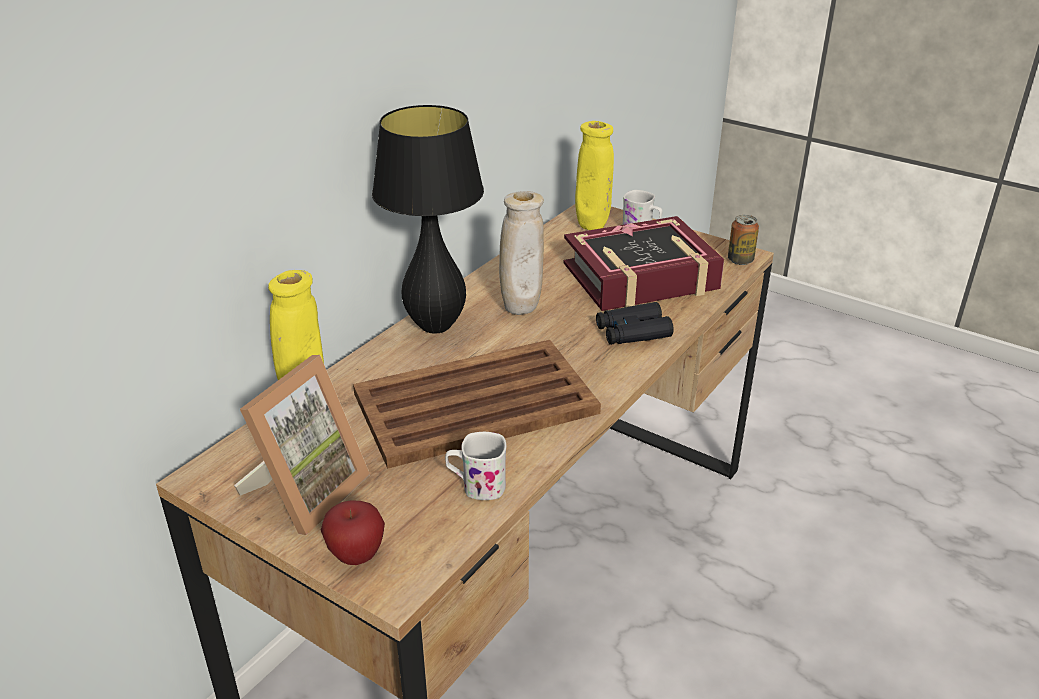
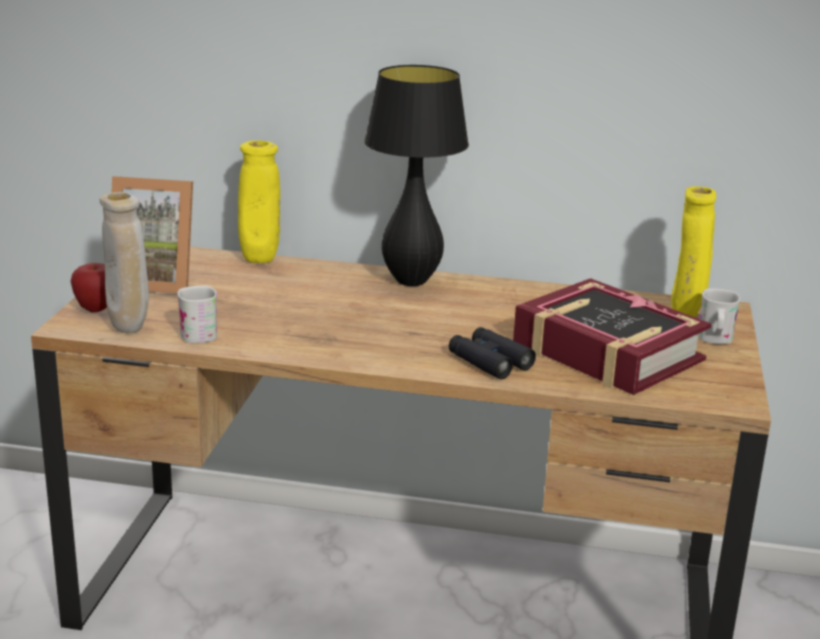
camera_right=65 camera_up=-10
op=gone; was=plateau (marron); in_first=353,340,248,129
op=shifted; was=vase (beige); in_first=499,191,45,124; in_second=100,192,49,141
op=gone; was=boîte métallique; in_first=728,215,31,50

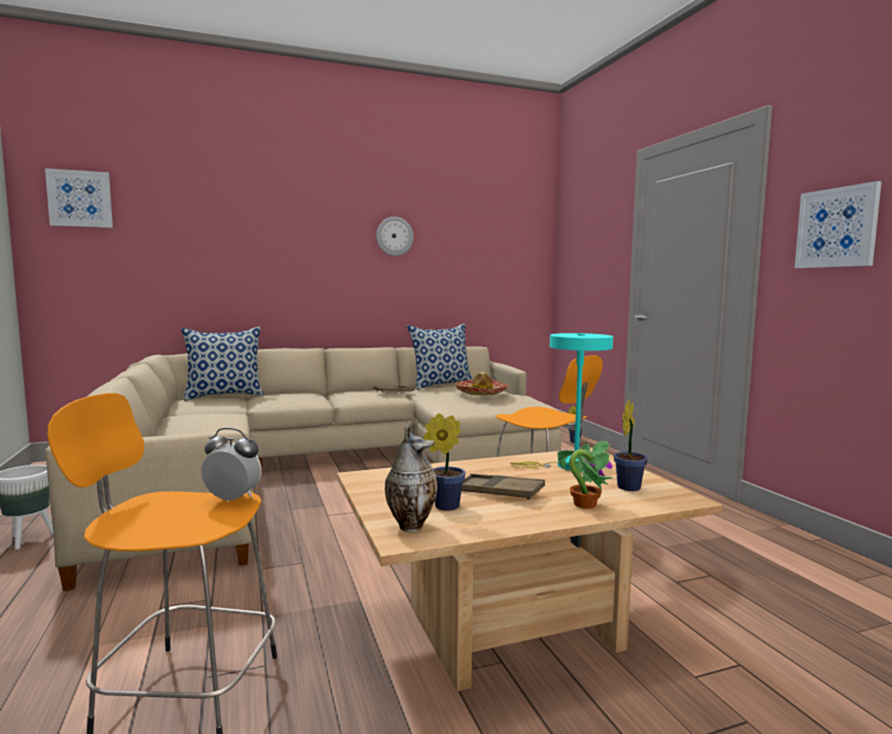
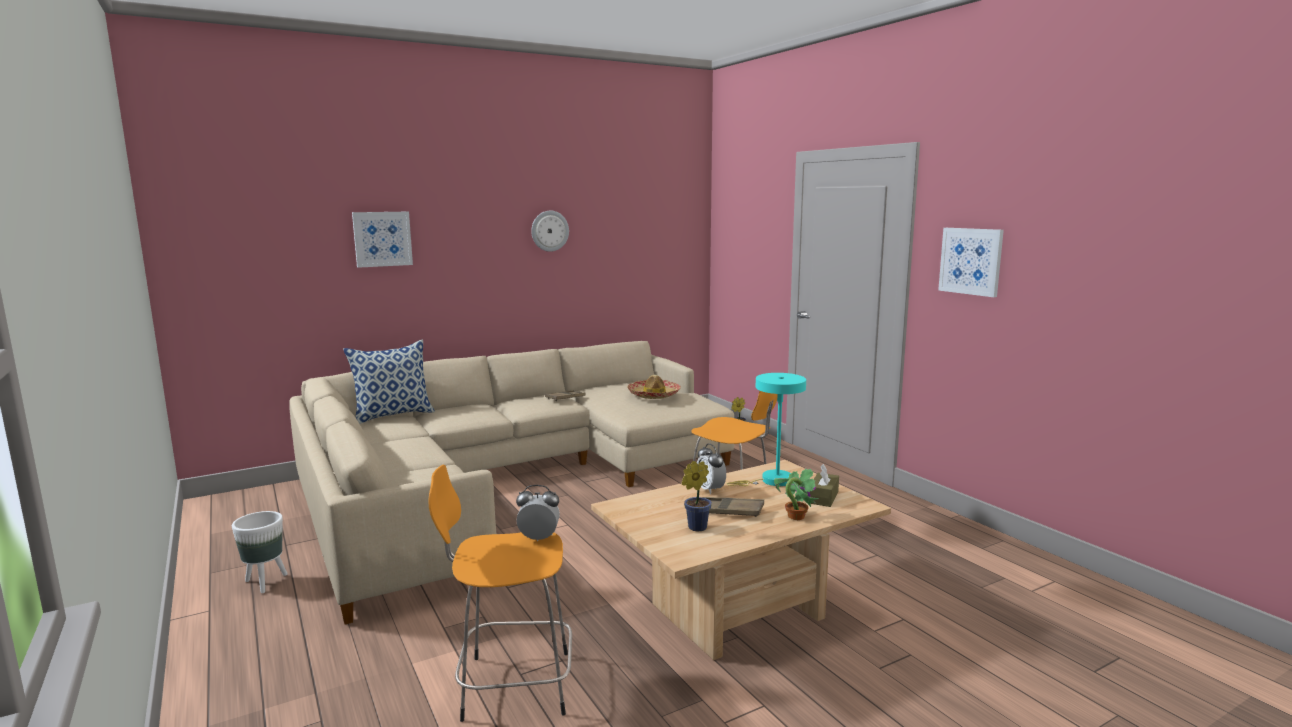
camera_right=-10 camera_up=5
op=shifted; was=tableau; in_first=45,168,68,60; in_second=352,212,61,56
op=gone; was=vase; in_first=385,422,52,111
op=gone; was=coussin; in_first=407,324,66,66
op=swapped; was=plante en pot; now=boîte à mouchoirs (marron); in_first=613,400,35,91; in_second=810,464,29,43
op=new; now=réveil; in_second=697,444,29,50

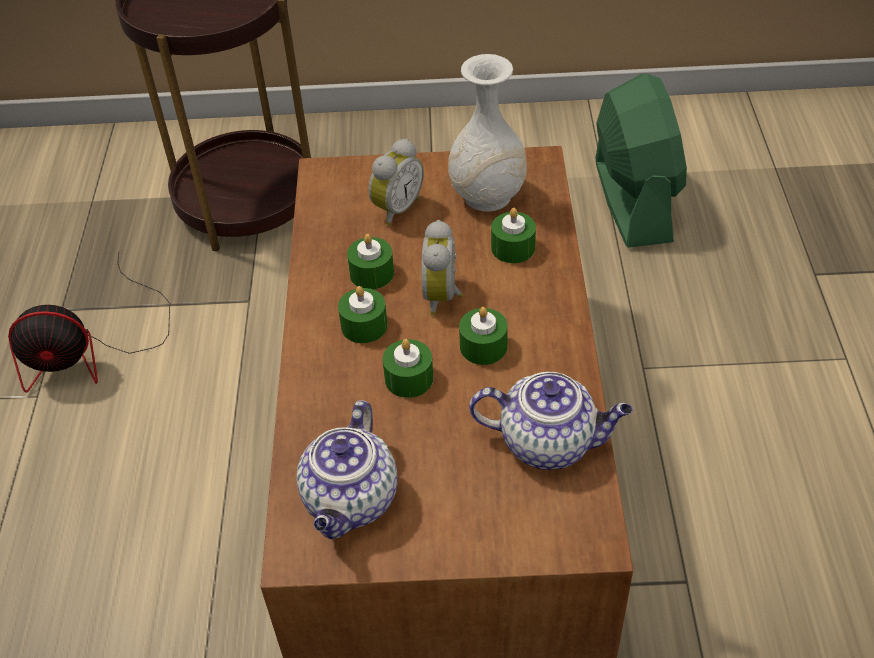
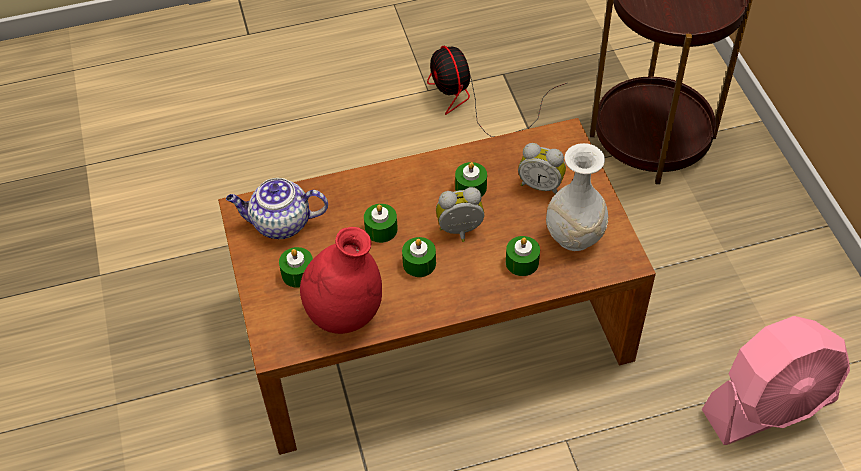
camera_right=75 camera_up=5
op=shifted; was=bougie (vert); in_first=338,286,50,57; in_second=279,247,34,40
op=swapped; was=théière; now=vase (rouge); in_first=469,372,164,98; in_second=300,227,82,107
op=repainted; was=ventilateur (vert); now=ventilateur (rose); in_first=595,74,92,174; in_second=702,316,148,129

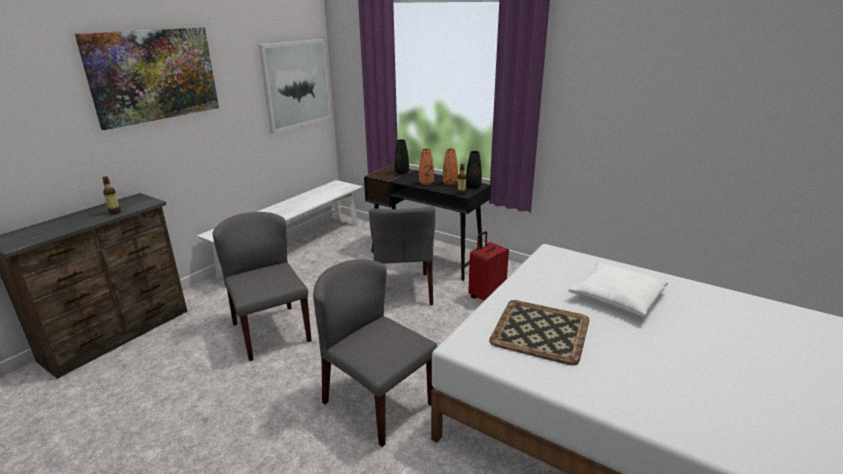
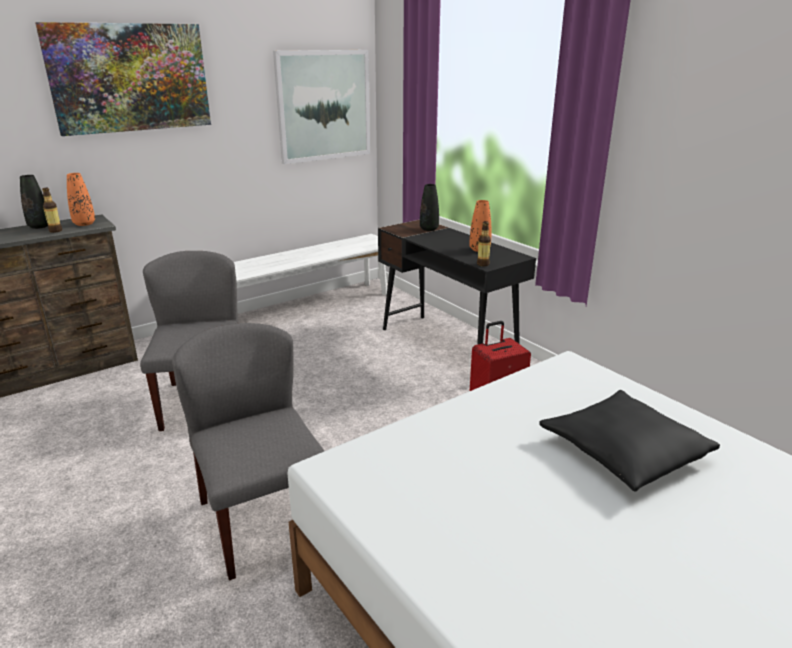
camera_right=20 camera_up=0
op=gone; was=chaise (gris); in_first=369,206,66,99
op=shifted; was=vase (orange); in_first=419,148,15,37; in_second=67,173,28,53
op=shifted; was=vase (noir); in_first=466,151,16,37; in_second=20,175,28,54
op=gone; was=plateau; in_first=489,300,100,65
op=repainted; was=coussin (blanc); now=coussin (noir); in_first=568,262,100,55; in_second=539,390,181,101

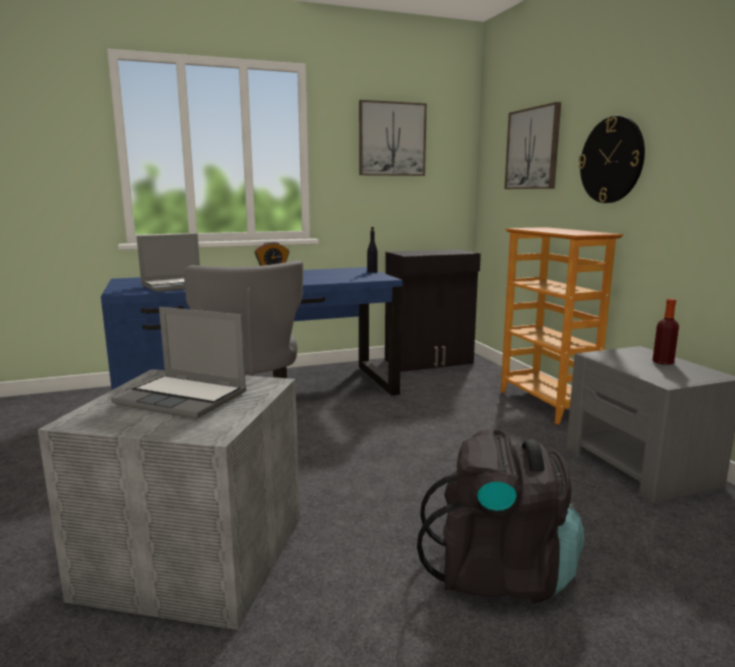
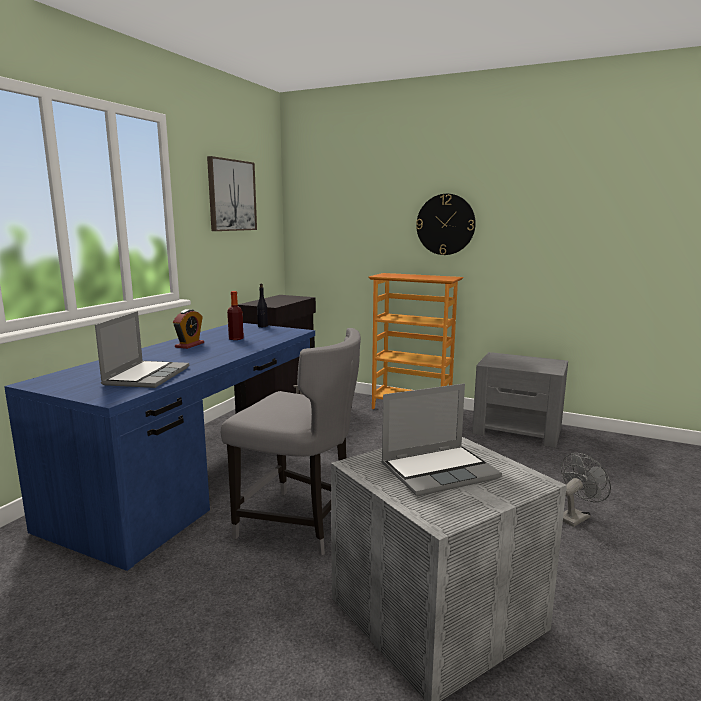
camera_right=-45 camera_up=0
op=swapped; was=sac à dos (noir); now=ventilateur (gris); in_first=417,429,167,174; in_second=561,453,50,74
op=gone; was=tableau; in_first=504,102,57,87
op=shifted; was=bouteille; in_first=653,299,26,66; in_second=227,291,17,49

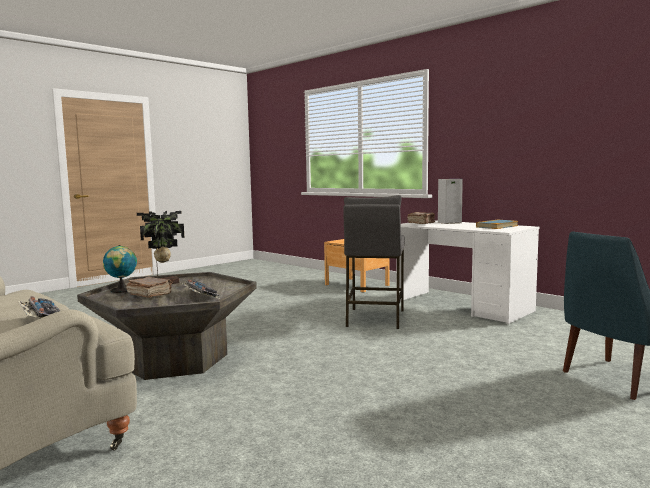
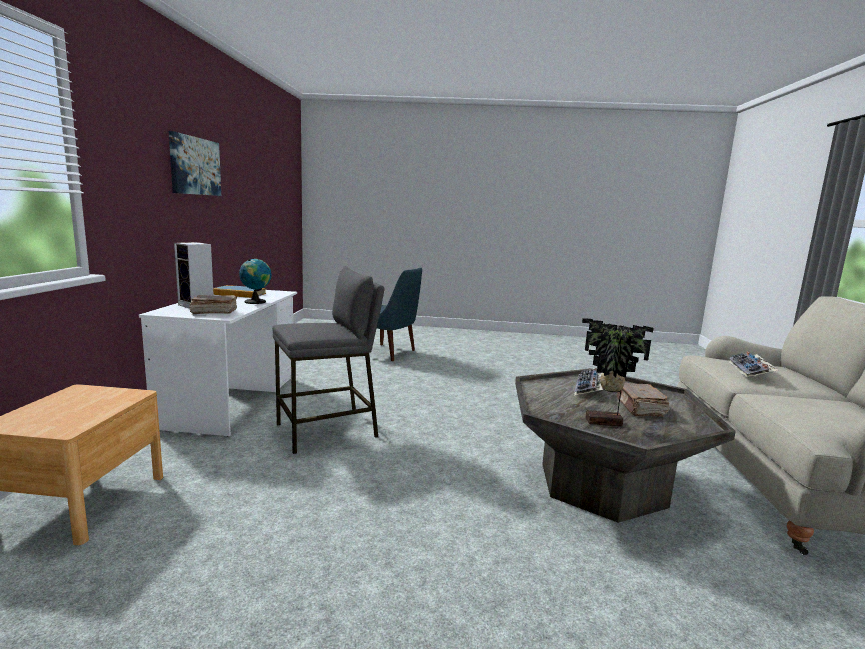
camera_right=-130 camera_up=5
op=shifted; was=globe; in_first=103,245,34,48; in_second=239,259,32,45
op=new; now=tableau; in_second=169,131,52,65

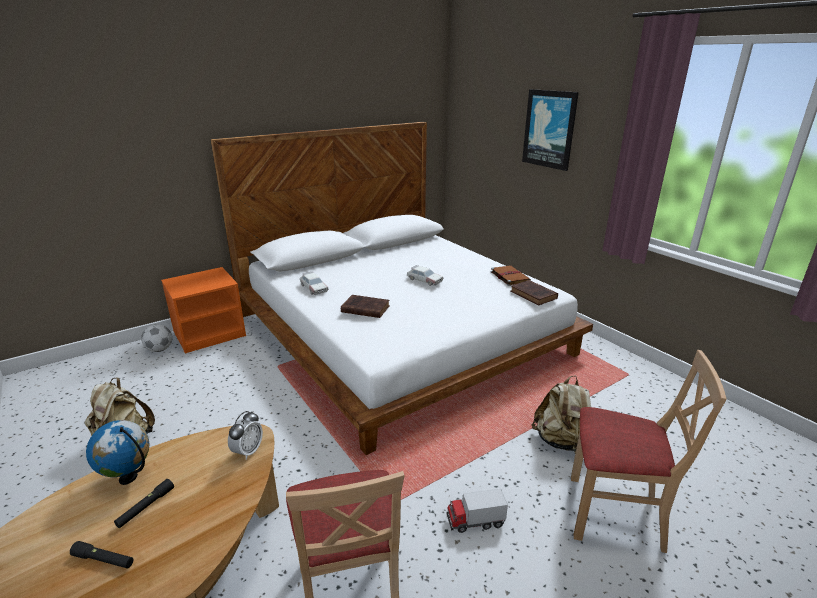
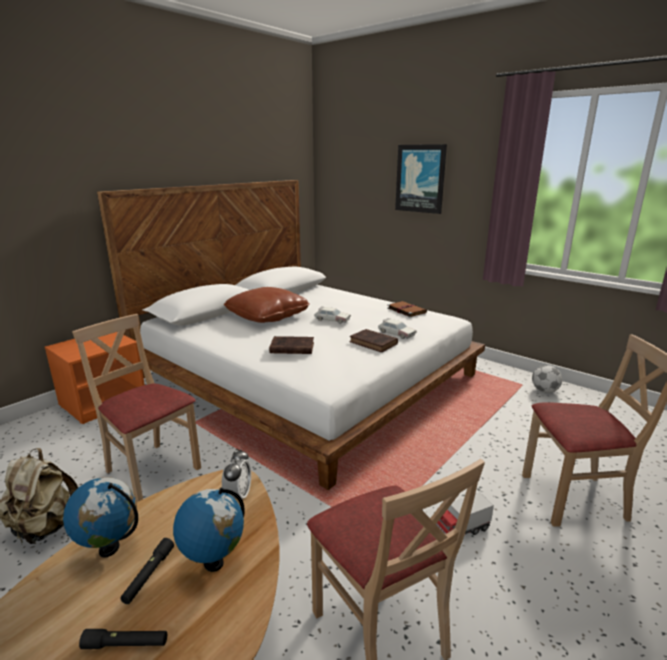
camera_right=-15 camera_up=-5
op=shifted; was=ballon de foot; in_first=141,324,31,28; in_second=532,365,30,28
op=shifted; was=petite voiture; in_first=300,272,29,23; in_second=378,318,39,21
op=shifted; was=livre (marron); in_first=511,280,47,25; in_second=350,329,48,23
op=gone; was=sac à dos (beige); in_first=531,375,60,80
op=new; now=chaise (beige); in_second=72,314,129,189
op=new; now=globe; in_second=173,488,72,84
op=new; now=coussin (marron); in_second=224,287,86,36

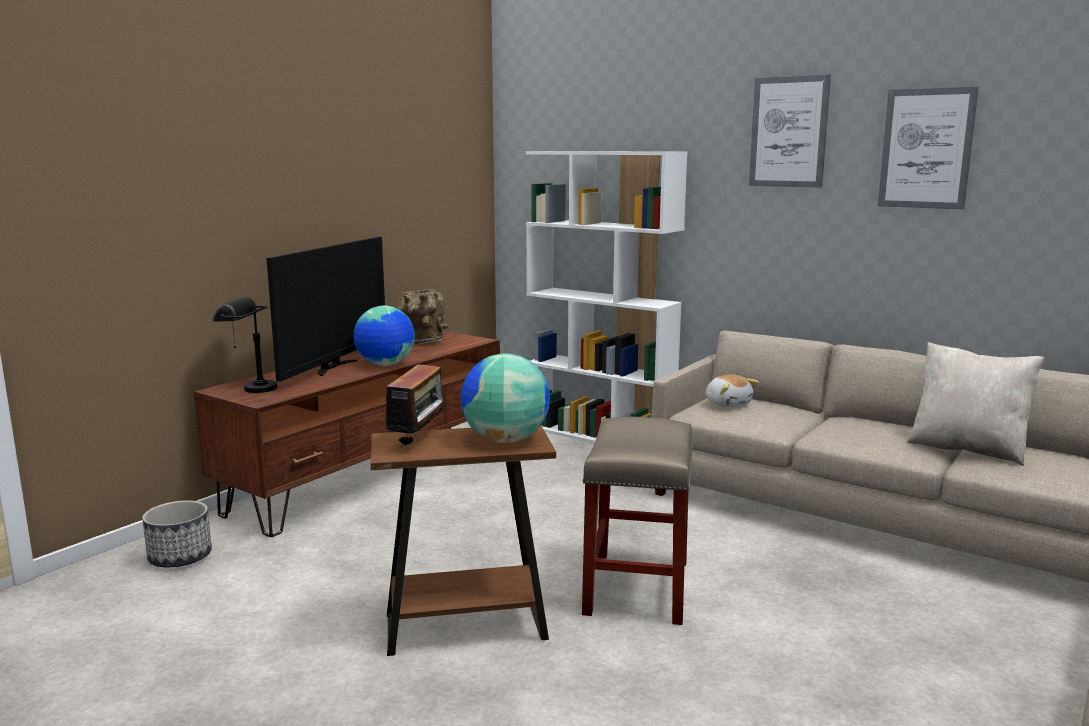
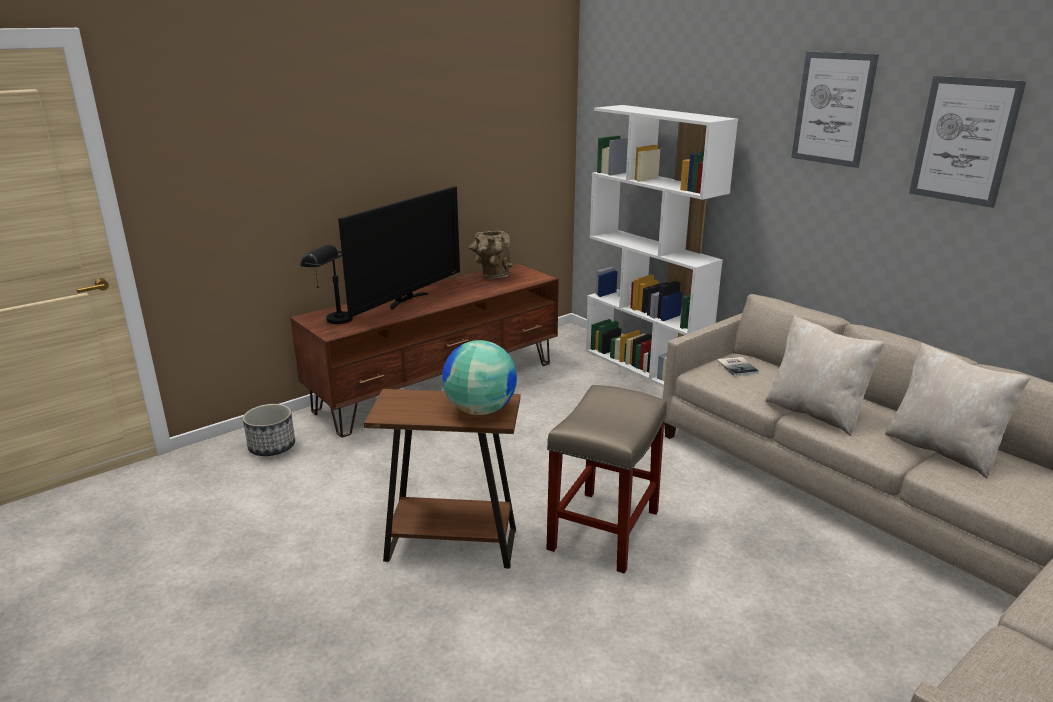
camera_right=15 camera_up=10
op=gone; was=globe; in_first=354,306,61,60
op=gone; was=radio; in_first=386,361,64,86
op=swapped; was=peluche; now=livre; in_first=706,374,53,33; in_second=717,357,42,19
op=new; now=coussin (beige); in_second=765,315,120,121

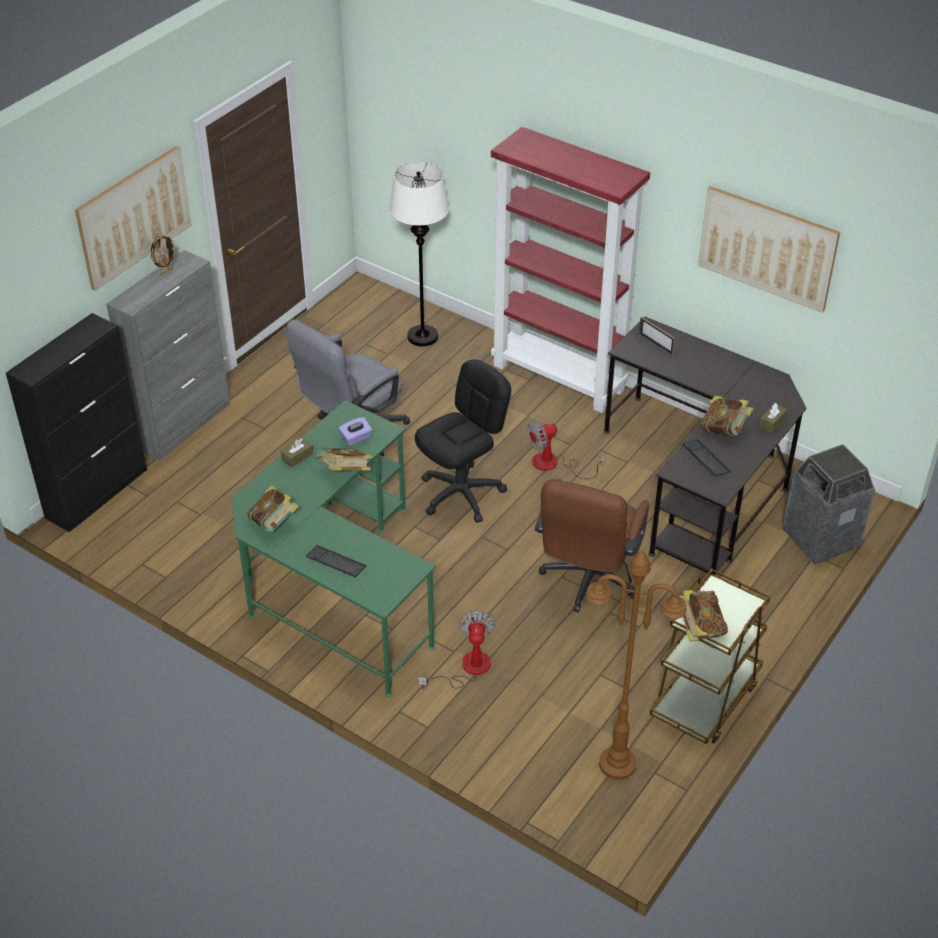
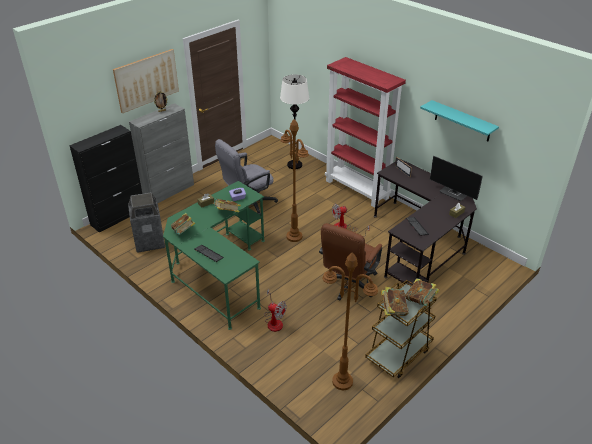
camera_right=10 camera_up=-5
op=swapped; was=chaise de bureau (noir); now=lampadaire (marron); in_first=415,359,96,164; in_second=280,119,29,123
op=rotated; was=ventilateur; in_first=418,611,77,78; in_second=265,289,21,43; clockwise=105
op=swapped; was=tableau; now=étagère (turquoise); in_first=698,186,142,127; in_second=420,100,79,41
op=shifted; was=livre; in_first=700,396,53,40; in_second=405,278,35,28
op=shifted; was=poubelle; in_first=782,444,93,120; in_second=128,192,37,61
op=new; now=écran d'ordinateur; in_second=430,156,53,45

